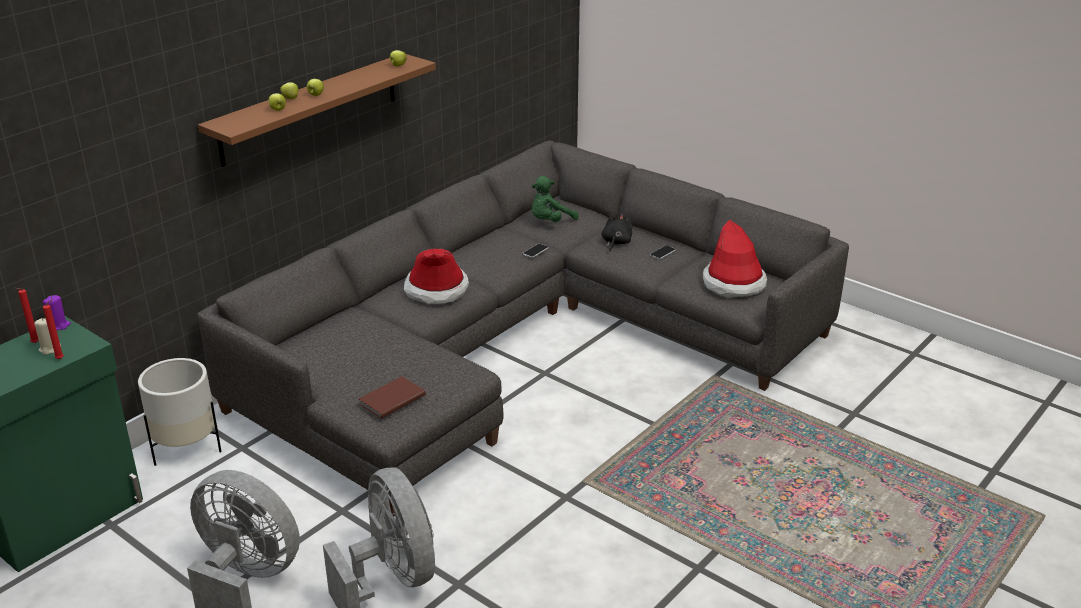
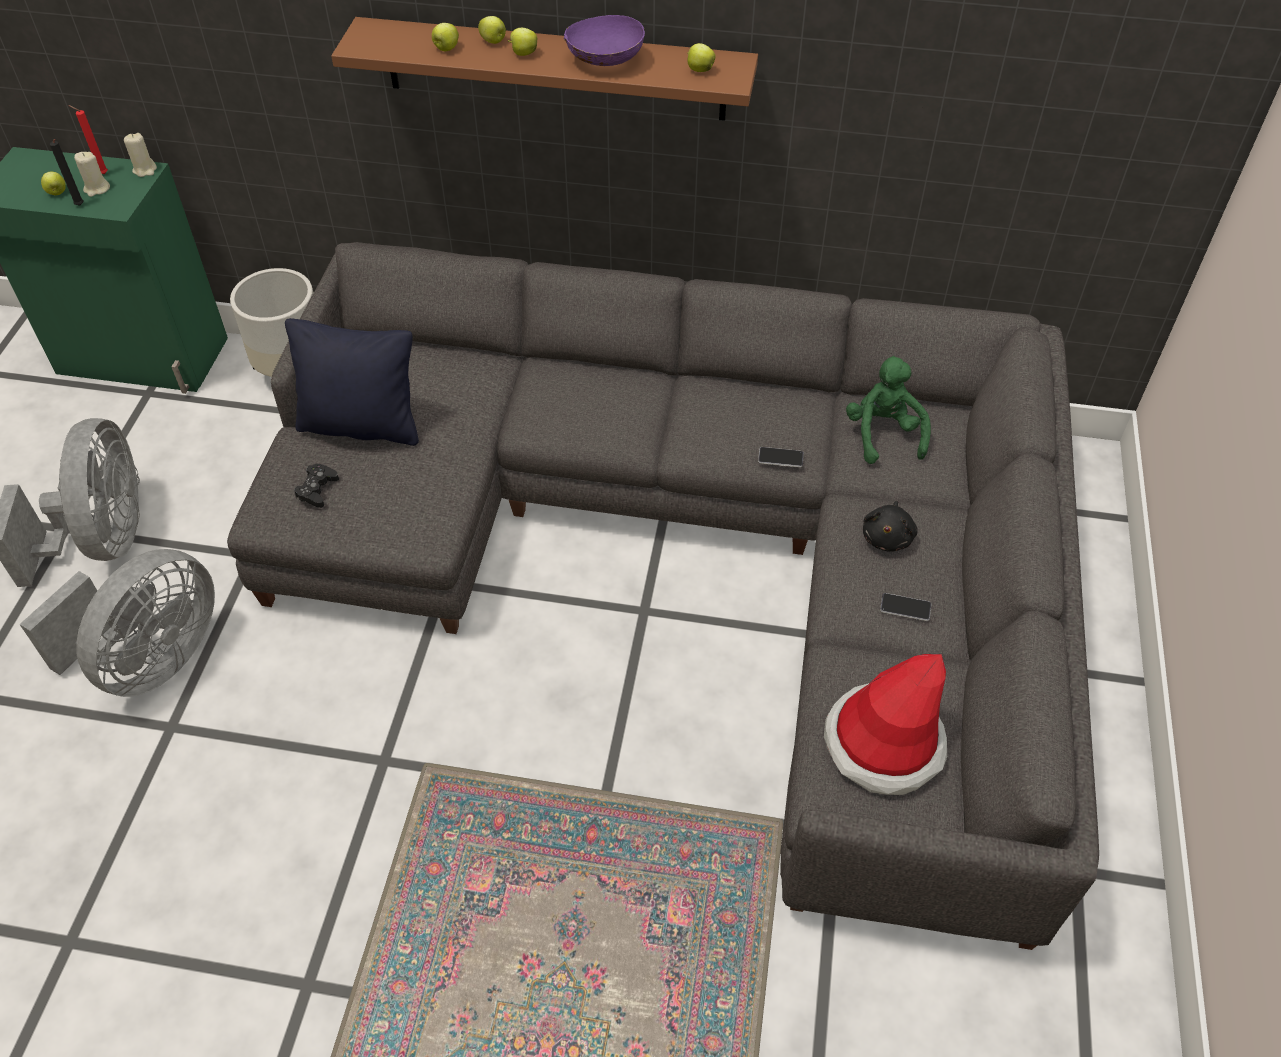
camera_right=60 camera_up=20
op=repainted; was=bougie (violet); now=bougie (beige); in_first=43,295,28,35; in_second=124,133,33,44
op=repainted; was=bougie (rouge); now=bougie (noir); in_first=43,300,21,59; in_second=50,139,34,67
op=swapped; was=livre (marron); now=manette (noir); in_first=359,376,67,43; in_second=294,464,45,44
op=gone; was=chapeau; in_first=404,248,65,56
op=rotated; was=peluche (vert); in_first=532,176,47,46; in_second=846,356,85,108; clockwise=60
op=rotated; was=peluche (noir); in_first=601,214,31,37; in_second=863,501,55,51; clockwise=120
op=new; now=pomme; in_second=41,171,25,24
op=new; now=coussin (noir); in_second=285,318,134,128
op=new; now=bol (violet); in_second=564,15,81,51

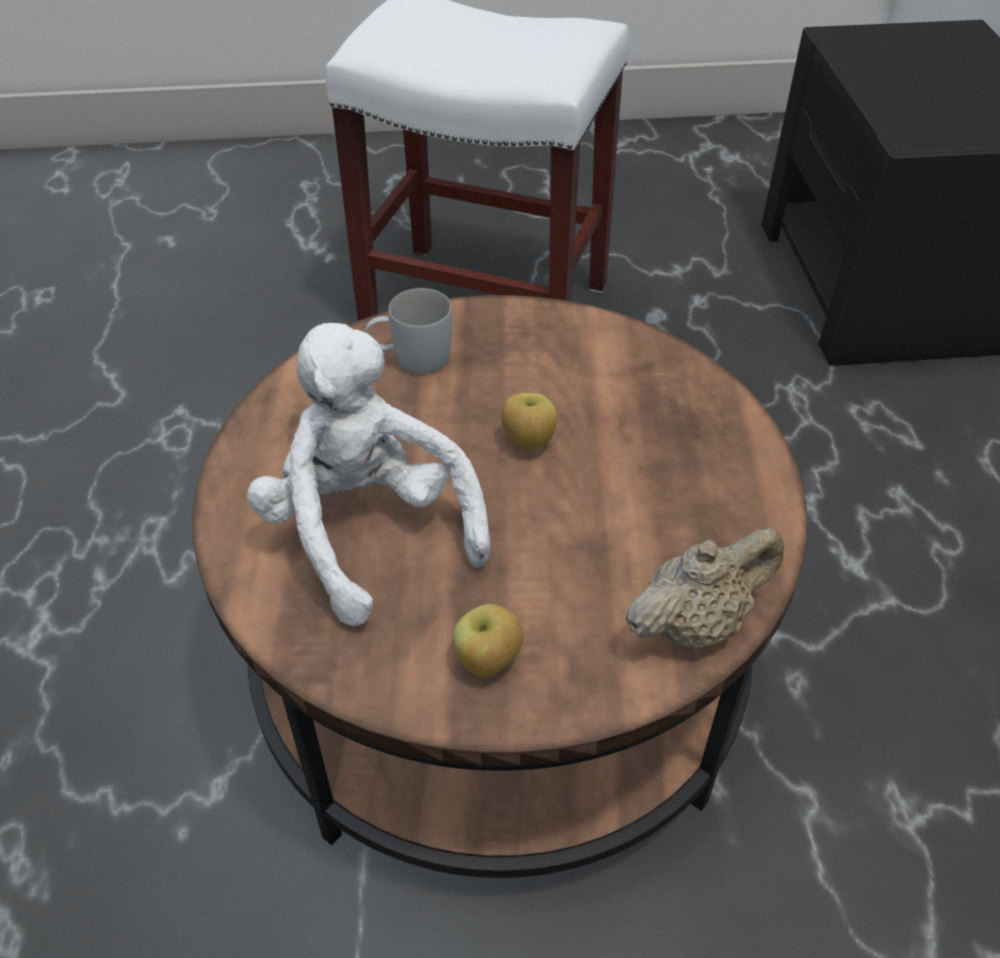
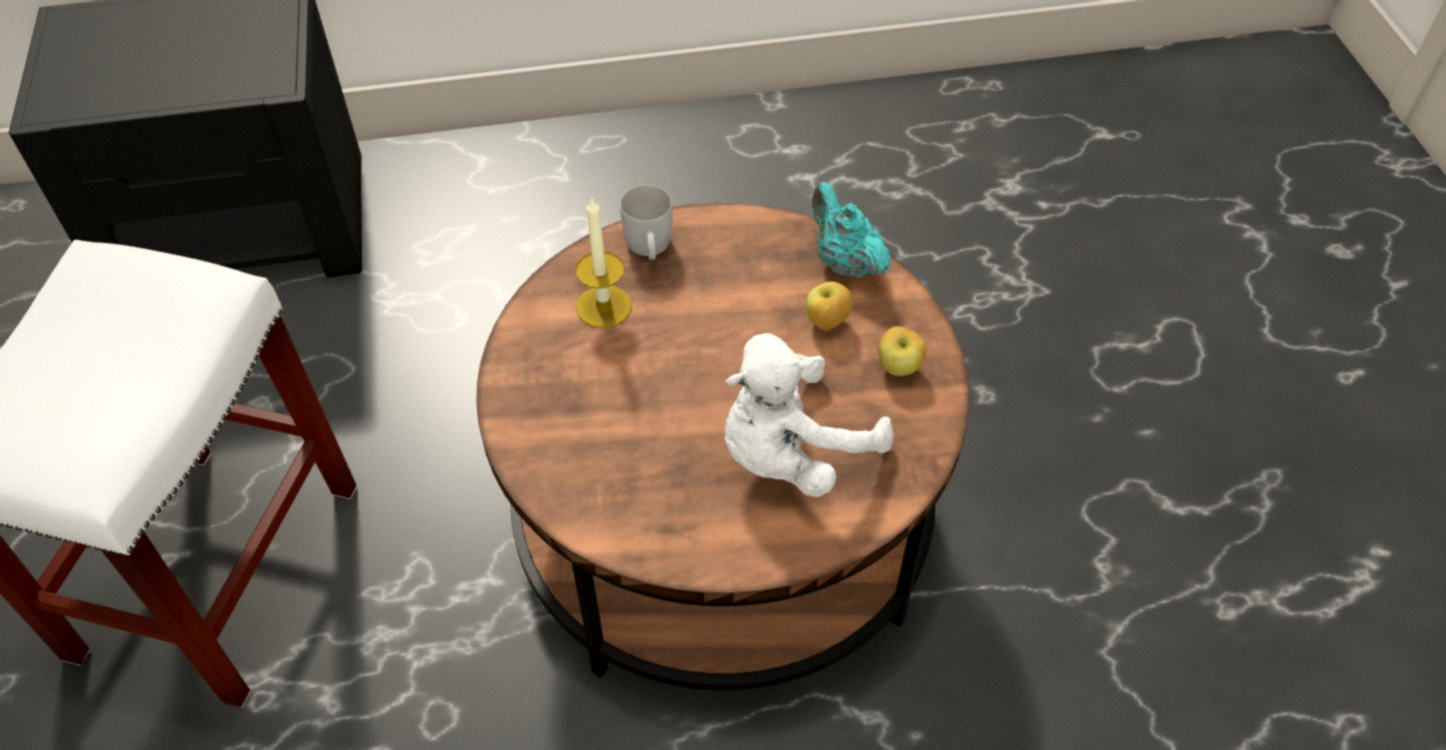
camera_right=-95 camera_up=5
op=shifted; was=mug (blanc); in_first=366,288,86,86; in_second=620,185,53,75
op=shifted; was=pomme; in_first=501,393,56,57; in_second=806,282,47,48
op=repainted; was=théière (beige); now=théière (turquoise); in_first=625,528,159,119; in_second=812,182,79,96
op=new; now=bougie; in_second=575,196,57,132

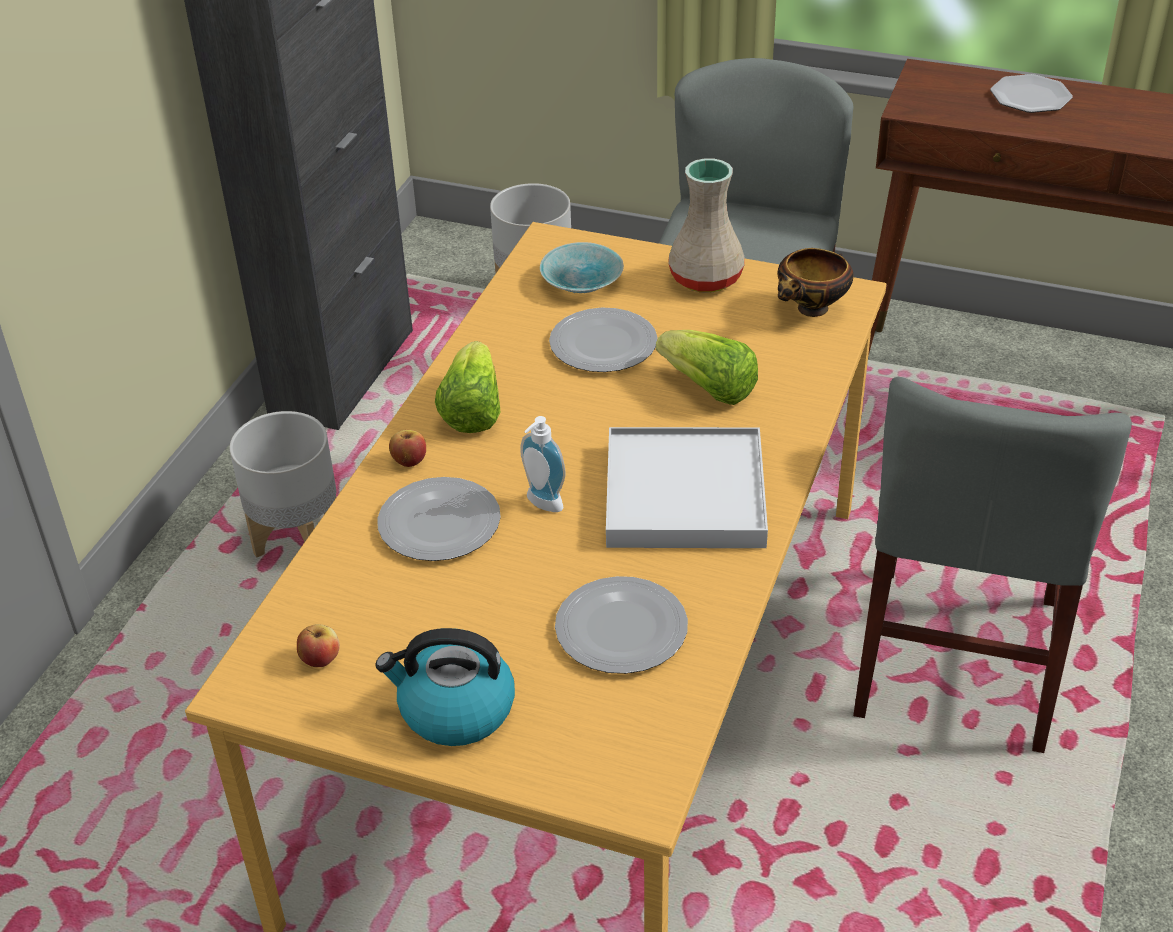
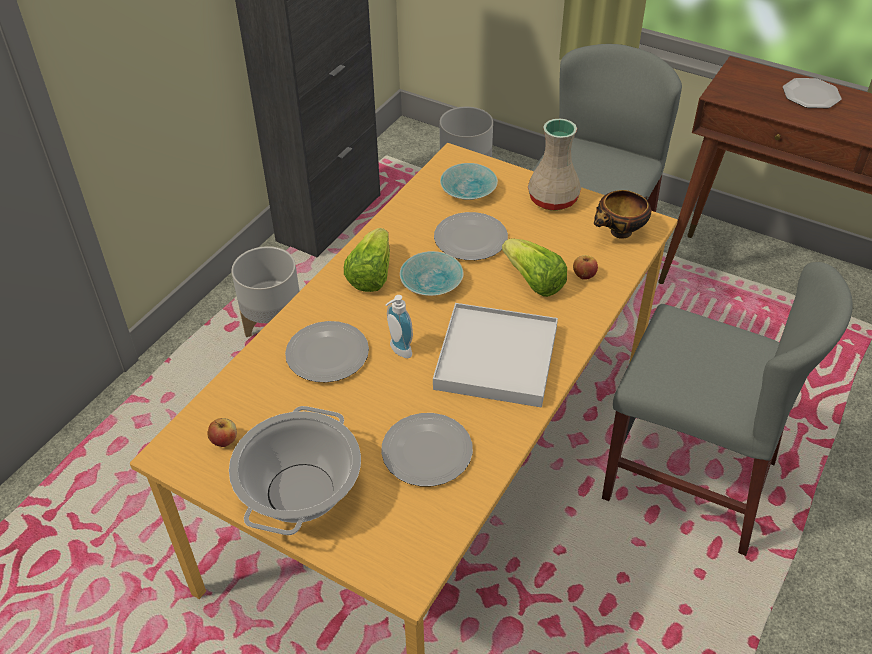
camera_right=10 camera_up=5
op=swapped; was=bouilloire; now=marmite; in_first=376,628,139,118; in_second=229,406,132,129
op=shifted; was=pomme; in_first=389,430,37,37; in_second=573,255,25,25
op=rotated; was=chaise (gris); in_first=853,377,279,376; in_second=602,262,251,294; clockwise=-90
op=new; now=bol (turquoise); in_second=400,251,63,45

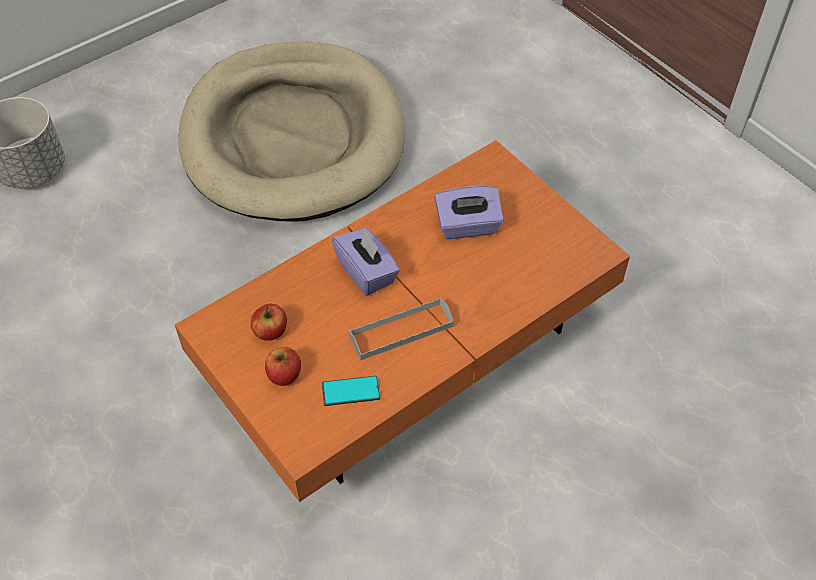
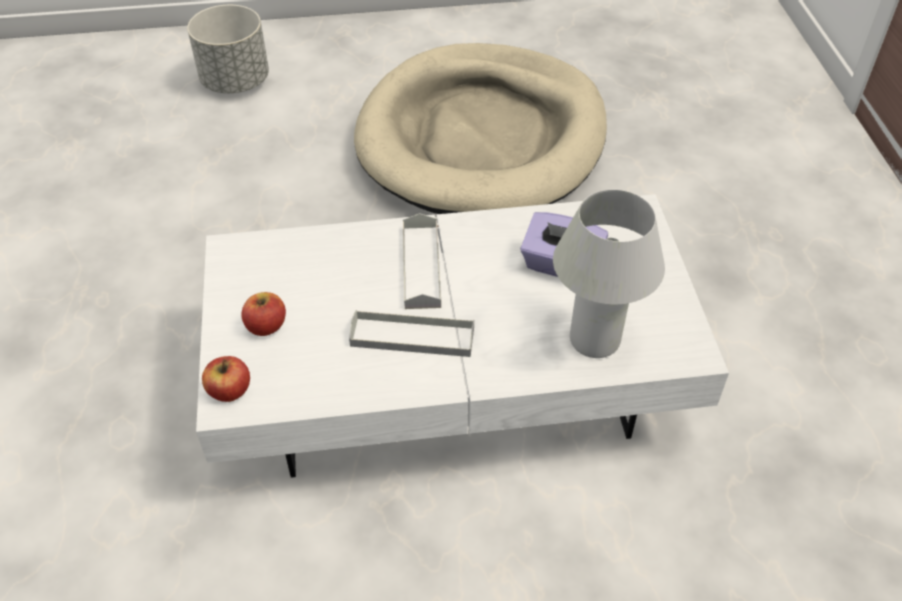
camera_right=30 camera_up=-5
op=repainted; was=table basse (orange); now=table basse (blanc); in_first=175,140,455,362; in_second=196,194,533,284
op=shifted; was=pomme; in_first=251,304,36,36; in_second=202,356,48,46
op=gone; was=téléphone; in_first=322,376,58,30
op=swapped; was=boîte à mouchoirs (violet); now=plateau (gris); in_first=332,228,68,68; in_second=403,213,38,96
op=new; now=lampe de table (blanc); in_second=553,189,112,169

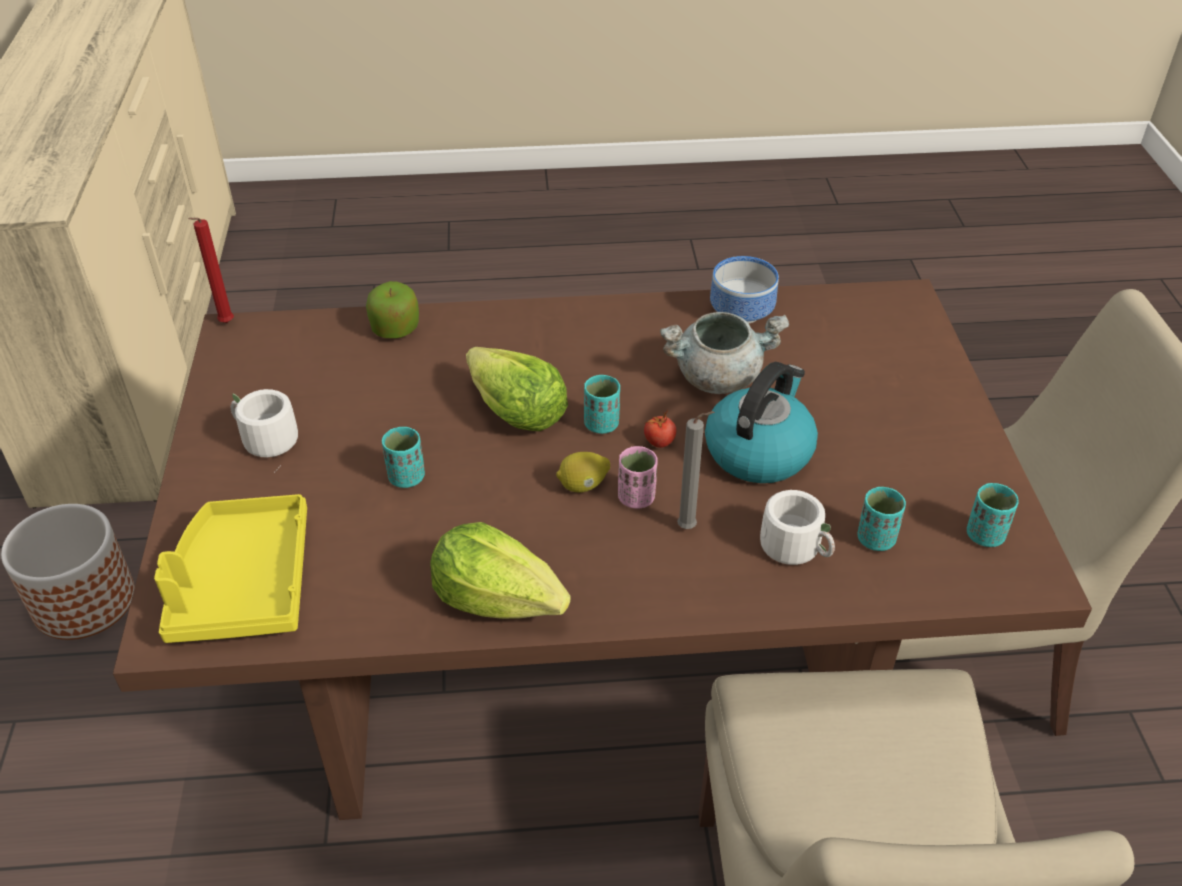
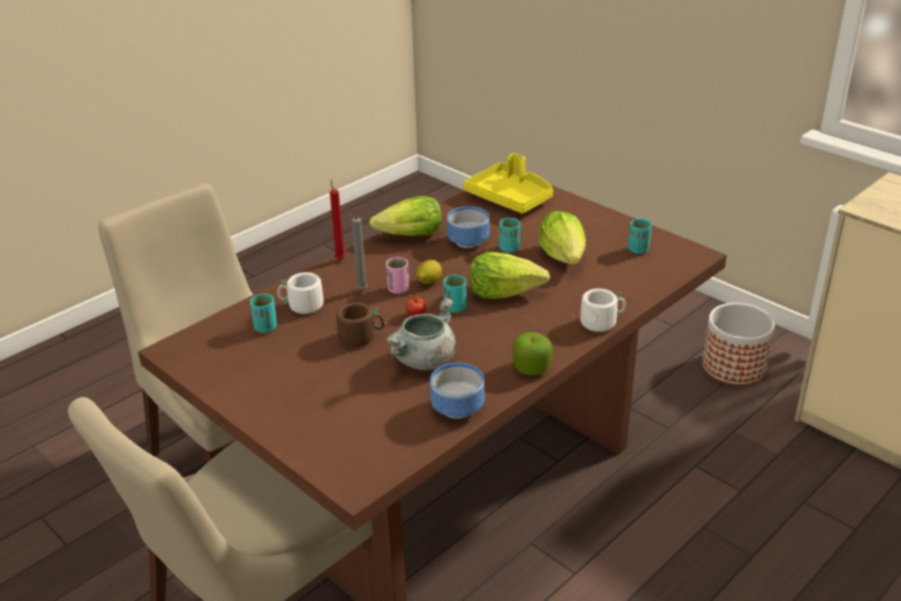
camera_right=140 camera_up=-10
op=shifted; was=bougie (rouge); in_first=189,218,45,105; in_second=330,180,16,80
op=shifted; was=mug (blanc); in_first=231,389,67,82; in_second=580,288,46,44
op=shifted; was=pomme; in_first=366,281,53,57; in_second=513,332,40,43
op=swapped; was=bouilloire; now=mug (marron); in_first=705,362,113,121; in_second=337,303,47,44
op=shifted; was=tasse (turquoise); in_first=967,483,52,64; in_second=628,218,24,36
op=new; now=bol; in_second=447,206,43,42
op=new; now=laitue; in_second=538,211,48,54

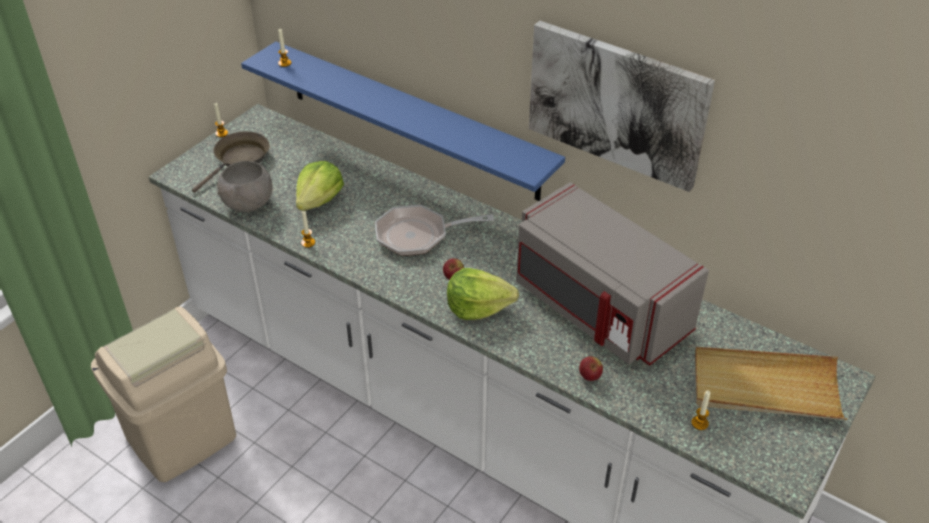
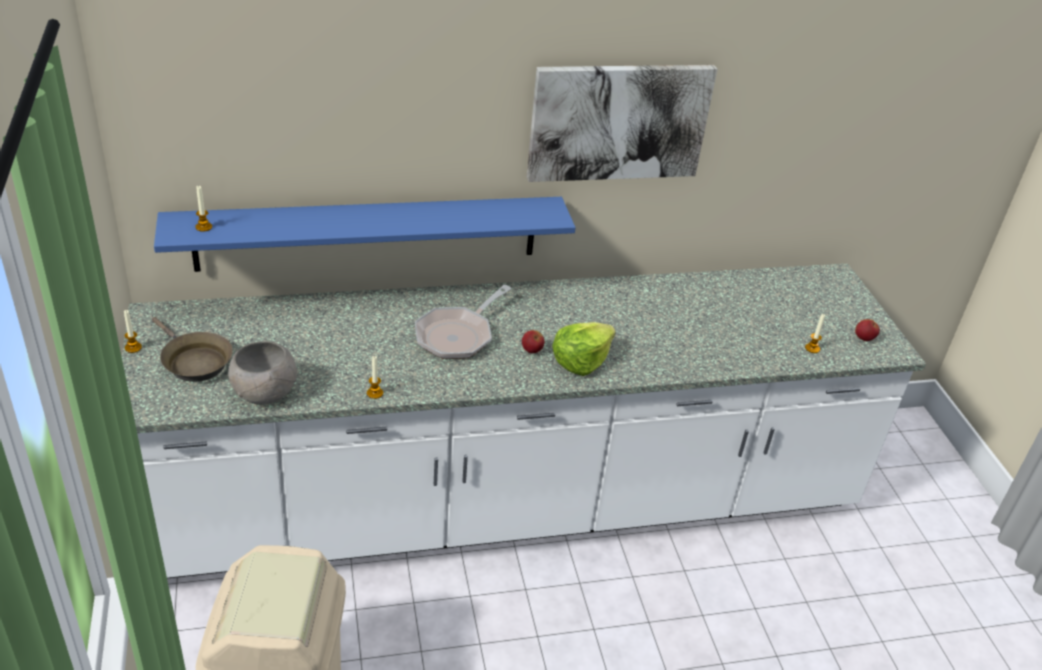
camera_right=-50 camera_up=-5
op=rotated; was=poêle (marron); in_first=192,131,78,62; in_second=152,317,81,65; clockwise=150
op=gone; was=laitue; in_first=296,161,48,50
op=gone; was=micro-ondes (gris); in_first=516,182,193,183
op=shifted; was=pomme; in_first=579,356,24,25; in_second=855,319,25,22
op=gone; was=plateau (beige); in_first=695,347,153,73

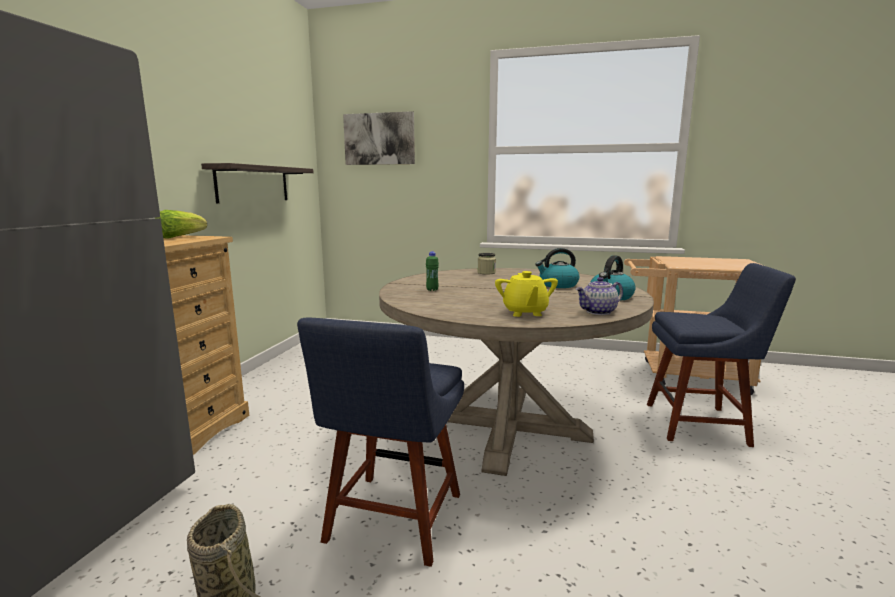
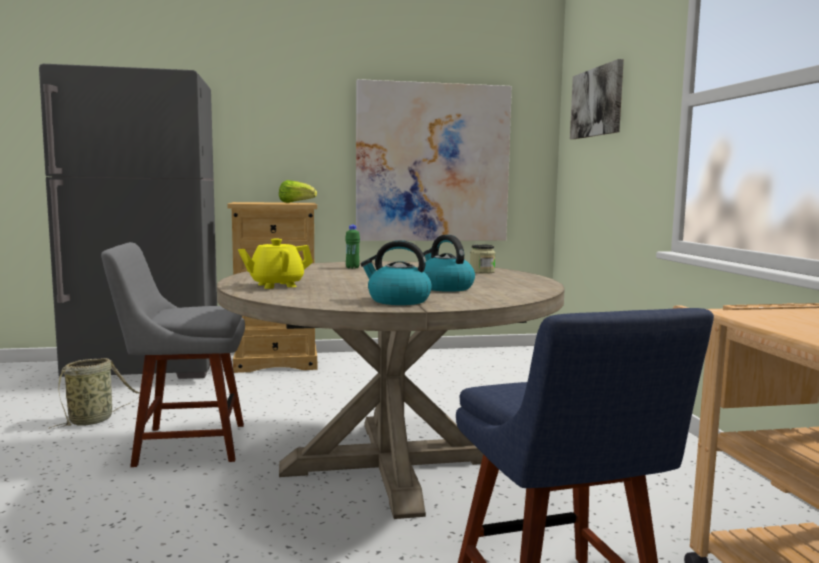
camera_right=65 camera_up=-5
op=swapped; was=étagère; now=tableau; in_first=201,163,113,40; in_second=356,79,156,162
op=repainted; was=chaise (bleu); now=chaise (gris); in_first=297,318,167,249; in_second=101,242,144,225
op=gone; was=théière; in_first=576,277,47,38

